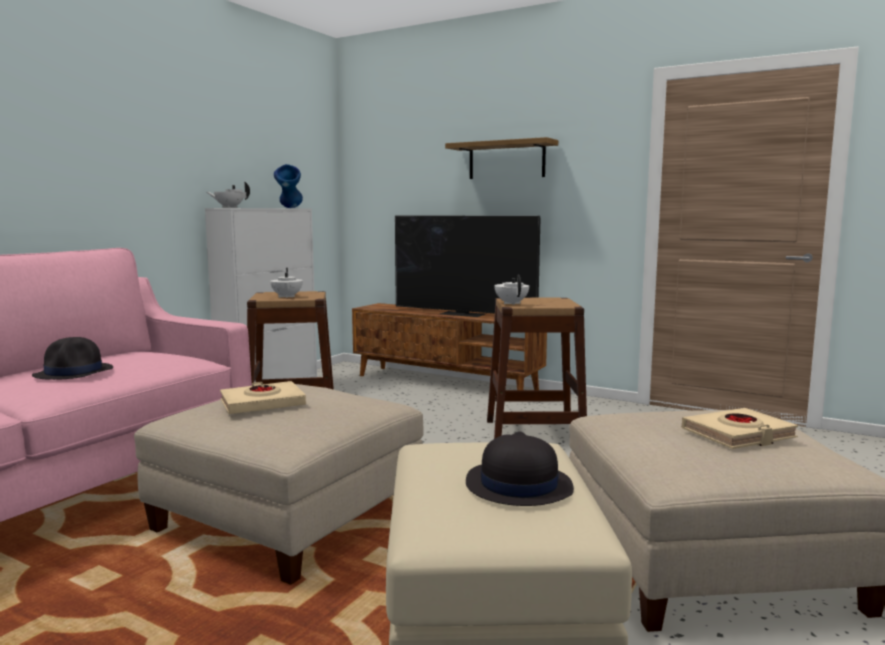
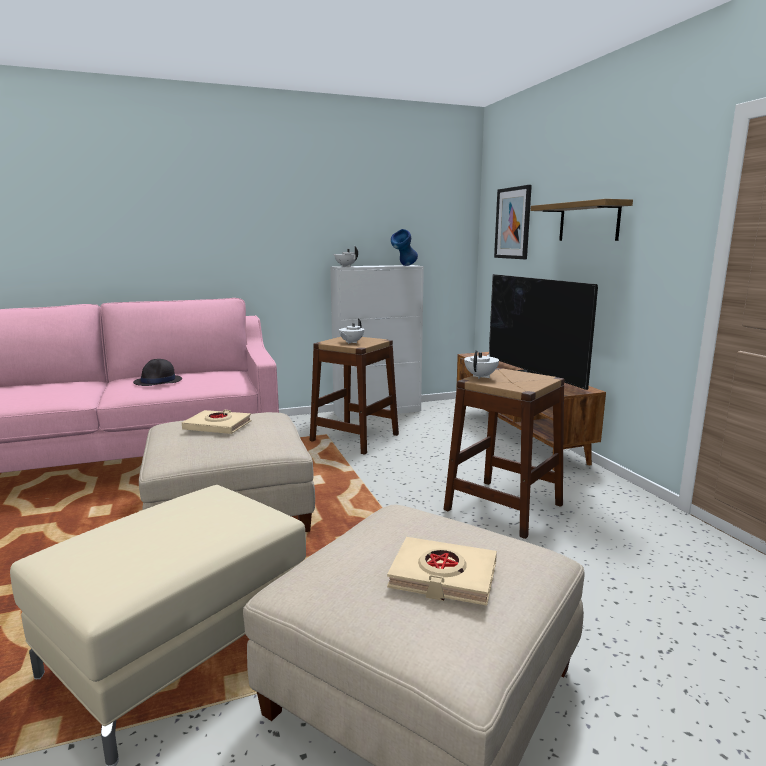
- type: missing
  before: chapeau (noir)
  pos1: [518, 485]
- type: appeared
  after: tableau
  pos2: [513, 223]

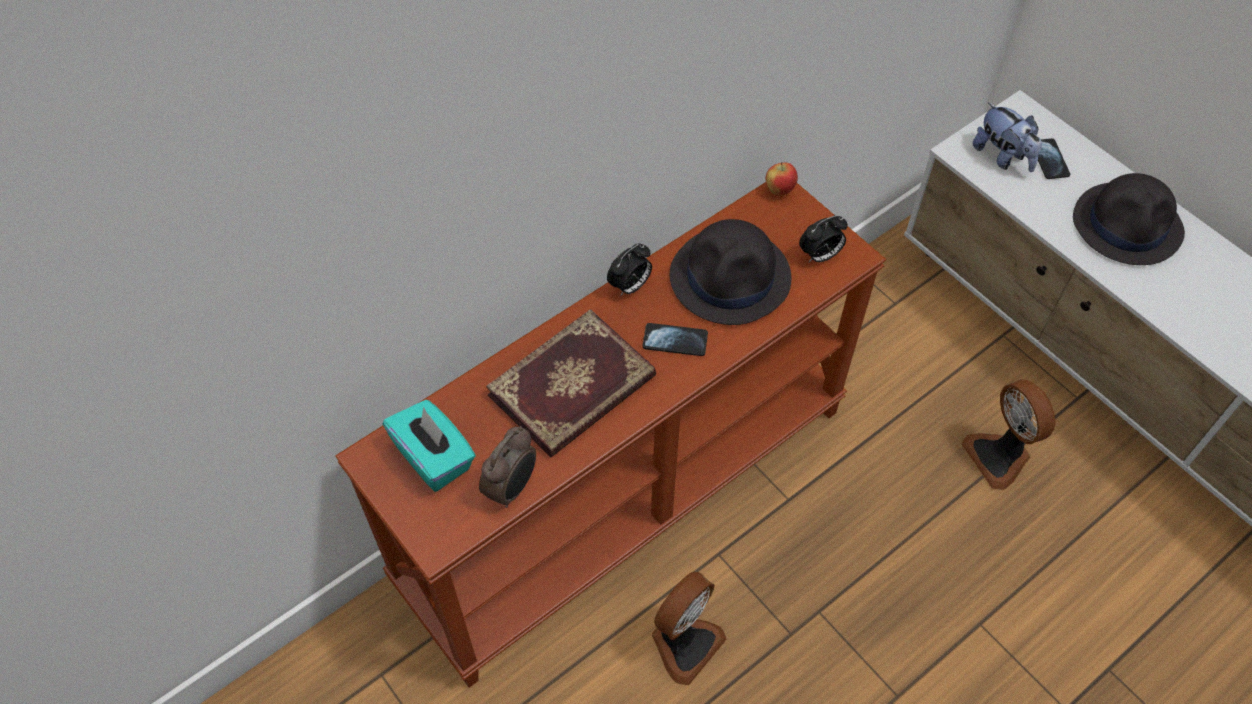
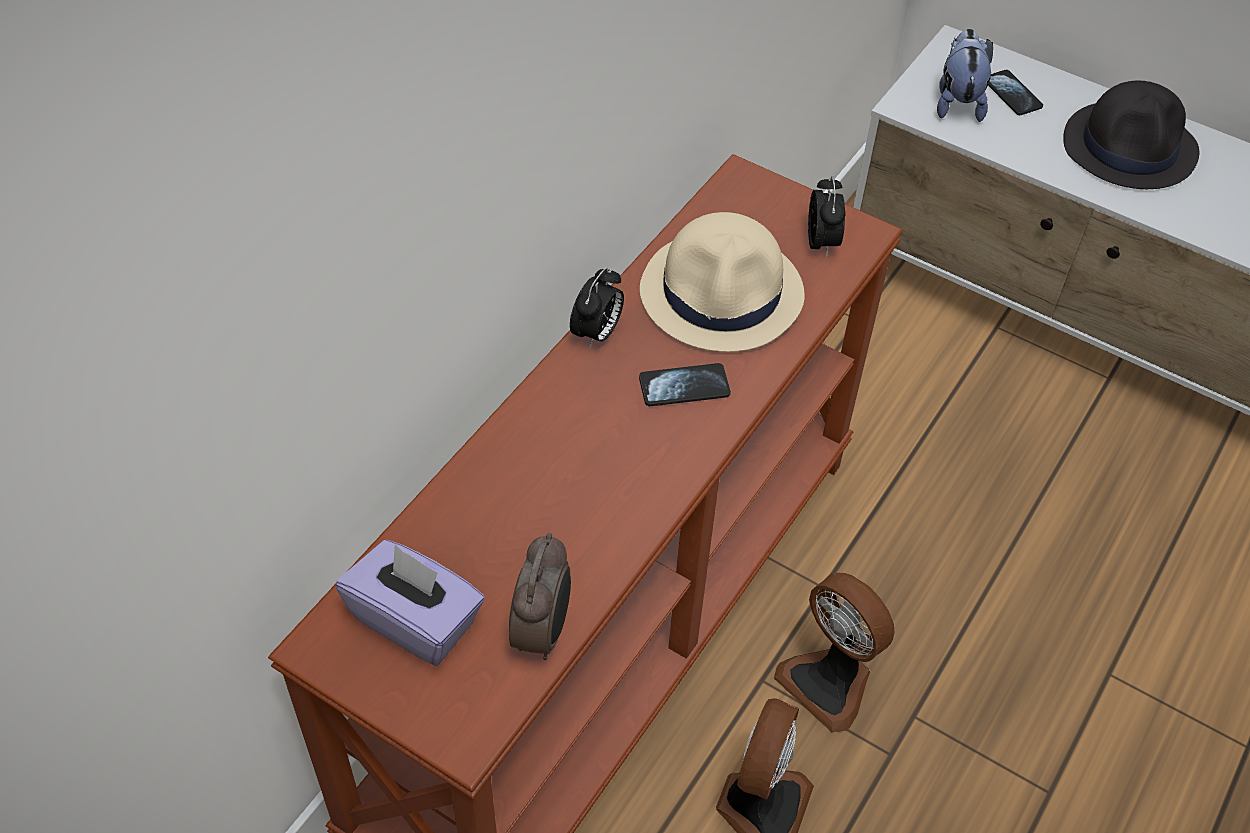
- type: missing
  before: livre
  pos1: [573, 388]
- type: missing
  before: pomme
  pos1: [779, 190]
- type: relocated
  before: ventilateur
  pos1: [999, 456]
  pos2: [829, 682]
- type: colour
  before: boîte à mouchoirs (turquoise)
  after: boîte à mouchoirs (violet)
  pos1: [434, 457]
  pos2: [416, 620]
- type: colour
  before: chapeau (noir)
  after: chapeau (beige)
  pos1: [731, 277]
  pos2: [723, 293]
- type: spun
  before: réveil
  pos1: [820, 256]
  pos2: [822, 243]
  turn: -45
- type: spun
  before: peluche
  pos1: [1002, 156]
  pos2: [958, 101]
  turn: -120

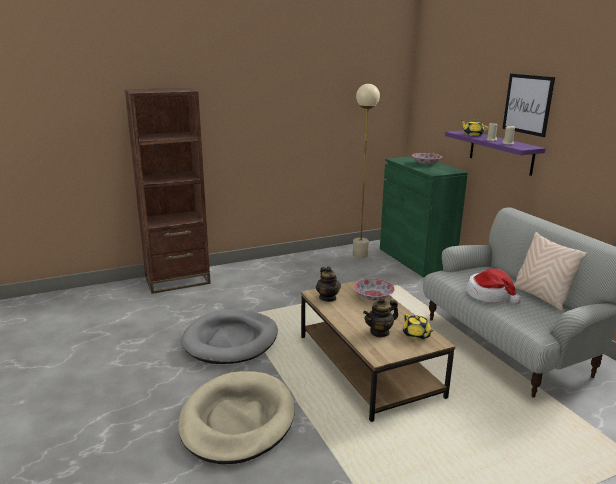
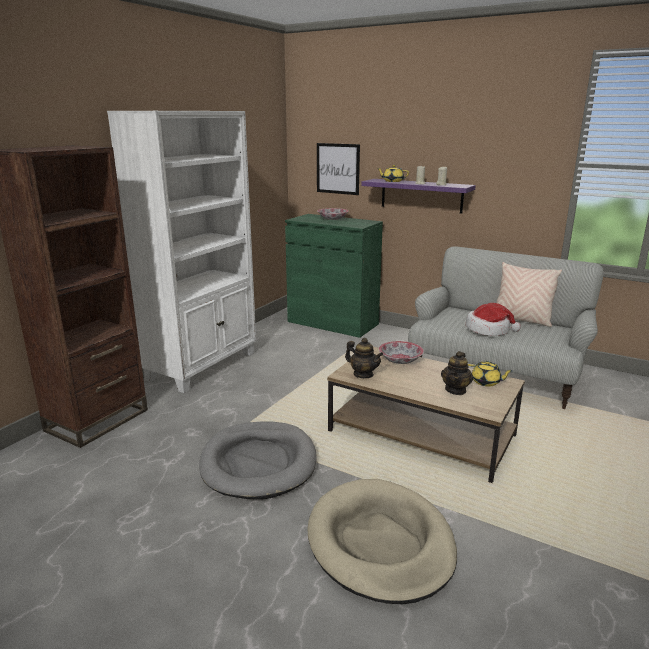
- type: missing
  before: lampadaire (beige)
  pos1: [360, 255]
- type: appeared
  after: bibliothèque (blanc)
  pos2: [203, 366]
- type: relocated
  before: tableau
  pos1: [527, 104]
  pos2: [338, 168]

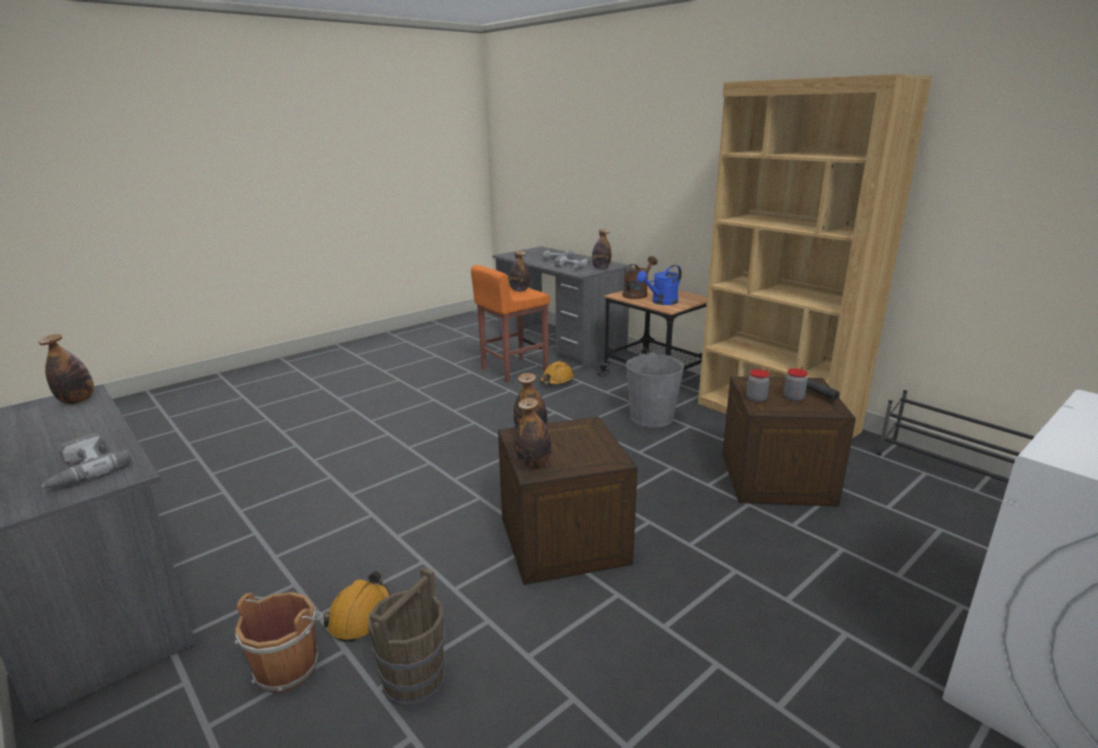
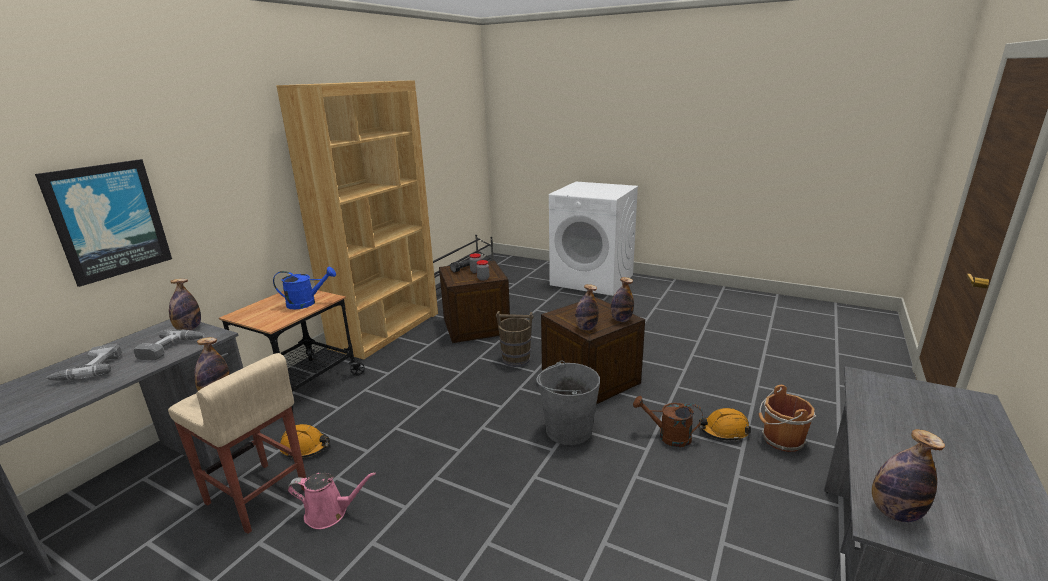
- type: missing
  before: perceuse
  pos1: [80, 470]
- type: appeared
  after: tableau
  pos2: [109, 220]
- type: appeared
  after: arrosoir (rose)
  pos2: [330, 513]
- type: relocated
  before: seau (marron)
  pos1: [413, 681]
  pos2: [516, 359]
- type: relocated
  before: arrosoir (marron)
  pos1: [637, 294]
  pos2: [668, 436]
- type: relocated
  before: seau (gris)
  pos1: [652, 417]
  pos2: [568, 430]
- type: colour
  before: tabouret (orange)
  after: tabouret (beige)
  pos1: [513, 370]
  pos2: [257, 497]
- type: spun
  before: arrosoir (bleu)
  pos1: [661, 302]
  pos2: [306, 303]
  turn: -45

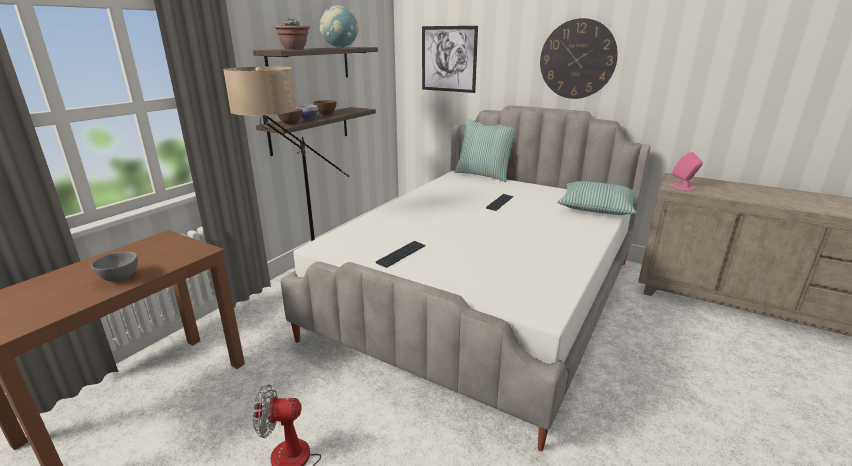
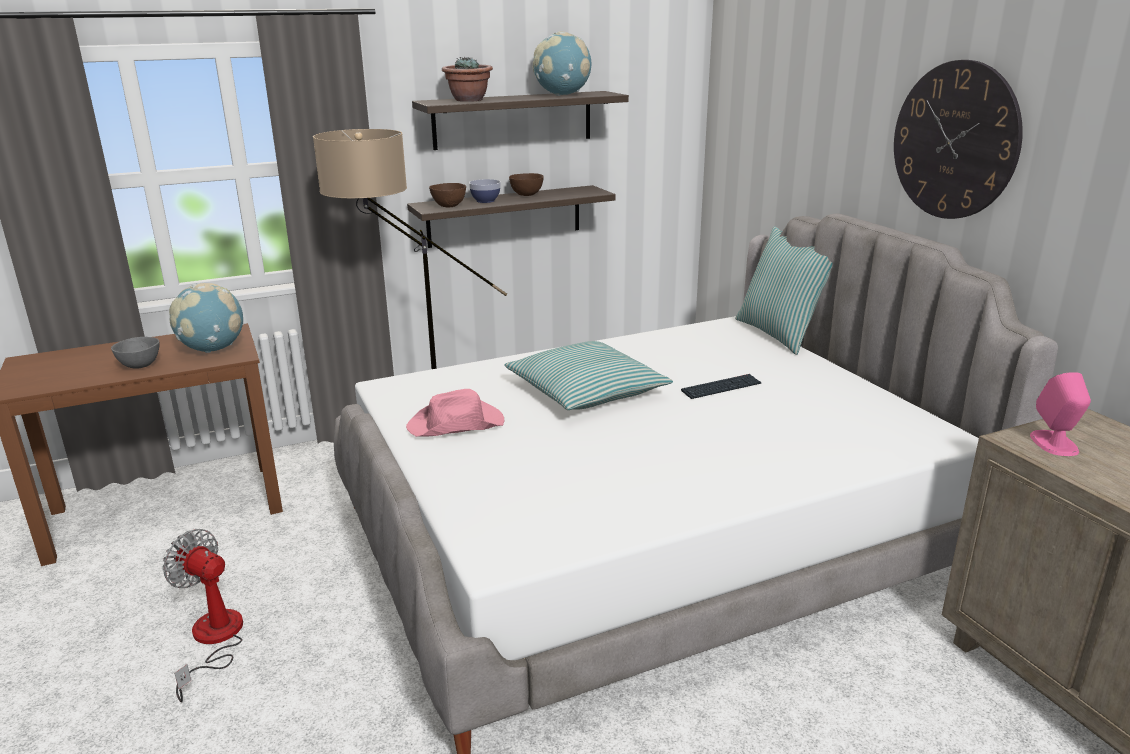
- type: missing
  before: tableau
  pos1: [448, 59]
- type: appeared
  after: globe
  pos2: [213, 349]
- type: relocated
  before: coussin
  pos1: [596, 207]
  pos2: [586, 391]
- type: exchanged
  before: clavier
  after: chapeau (rose)
  pos1: [401, 254]
  pos2: [457, 425]

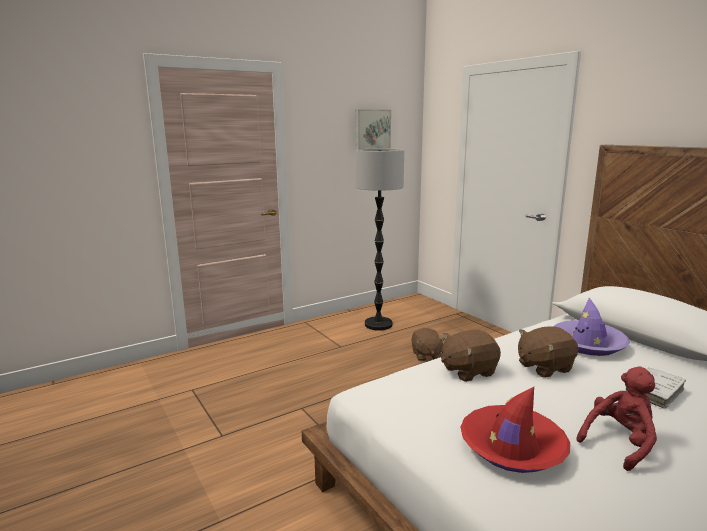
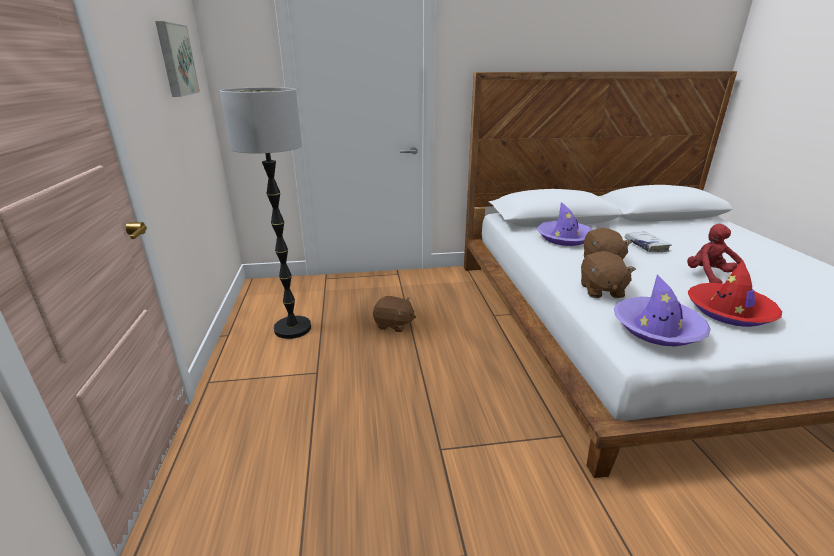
- type: appeared
  after: chapeau (violet)
  pos2: [657, 328]

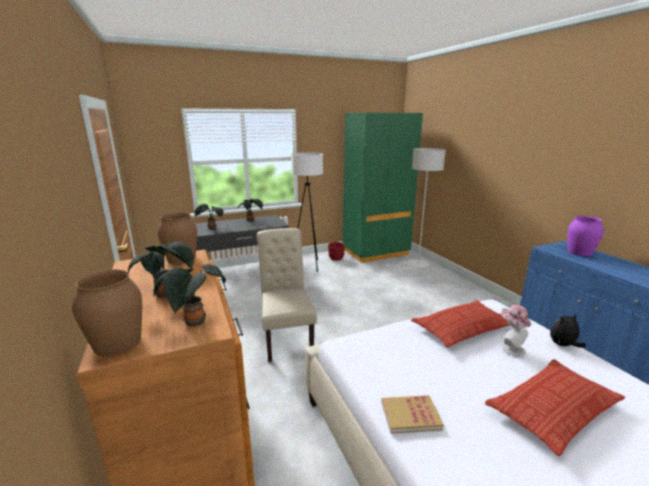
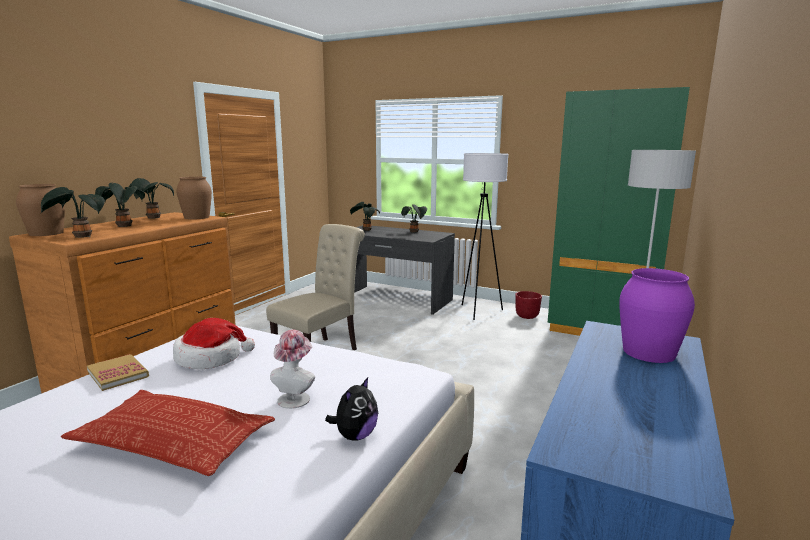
- type: missing
  before: coussin
  pos1: [462, 328]
- type: appeared
  after: plante en pot
  pos2: [153, 218]
- type: appeared
  after: chapeau
  pos2: [211, 358]
- type: spun
  before: peluche
  pos1: [563, 345]
  pos2: [355, 436]
  turn: 90

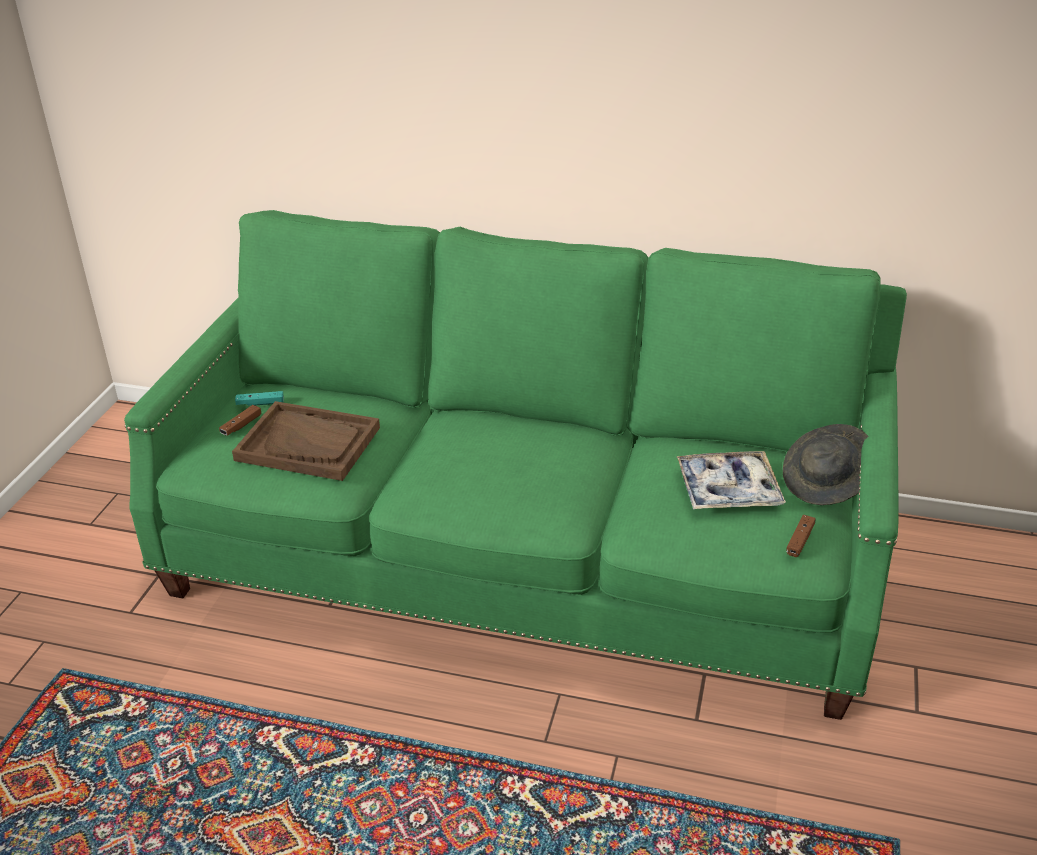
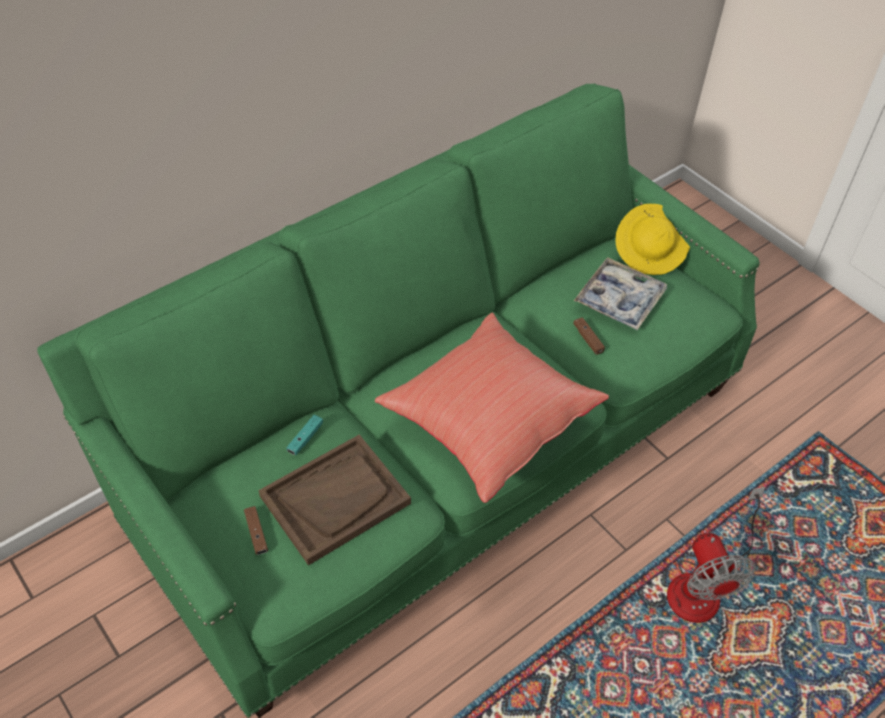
- type: appeared
  after: coussin (rouge)
  pos2: [487, 421]
- type: appeared
  after: ventilateur
  pos2: [703, 584]
- type: relocated
  before: manette (turquoise)
  pos1: [260, 403]
  pos2: [305, 438]
- type: relocated
  before: manette (marron)
  pos1: [800, 540]
  pos2: [588, 339]
- type: colour
  before: chapeau (gris)
  after: chapeau (jaune)
  pos1: [826, 483]
  pos2: [650, 252]

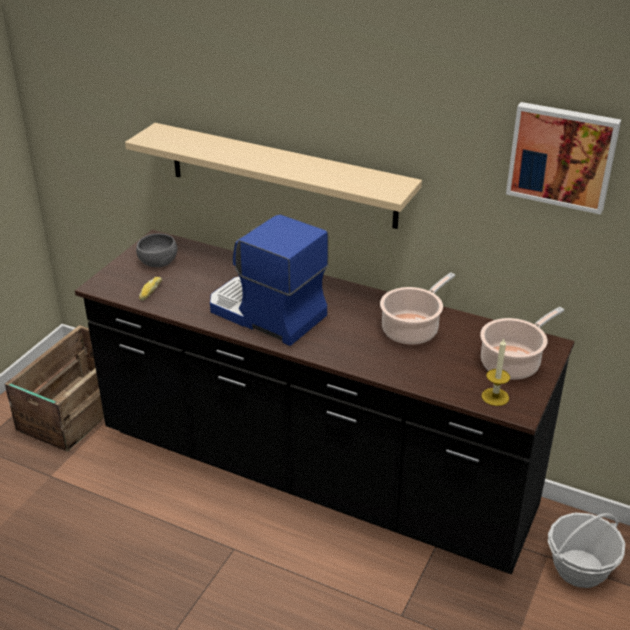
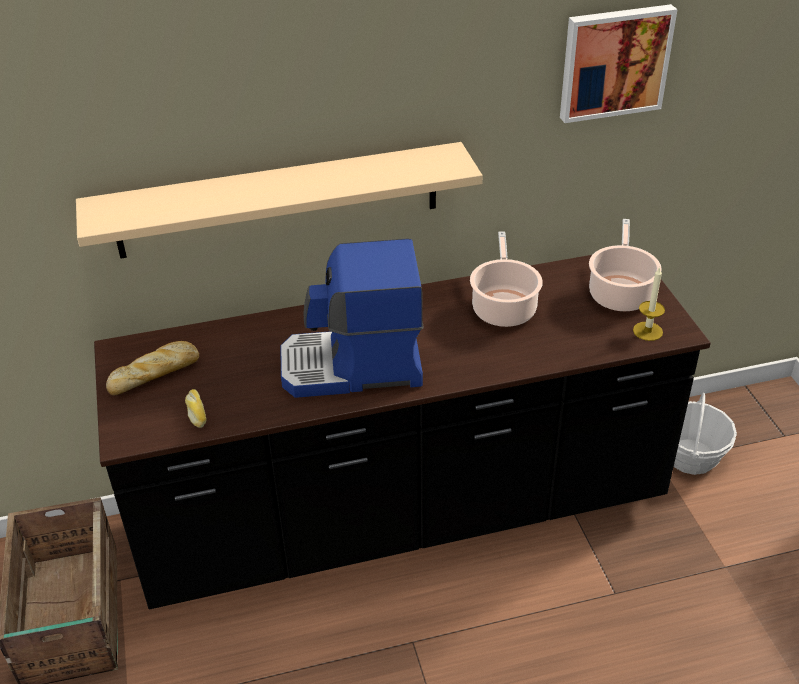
- type: exchanged
  before: bol (gris)
  after: pain
  pos1: [158, 261]
  pos2: [156, 373]

